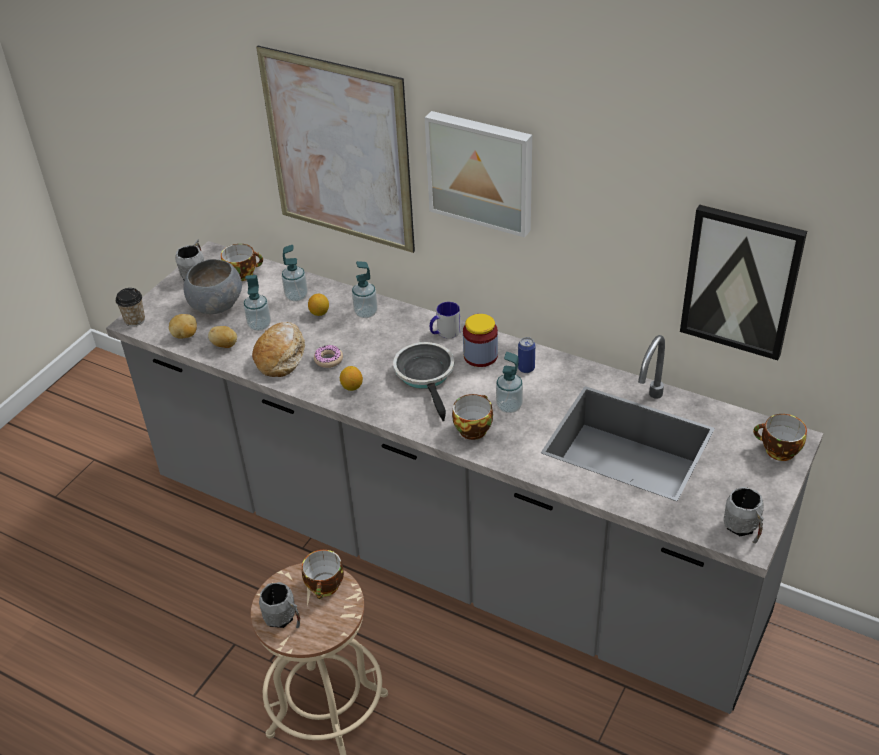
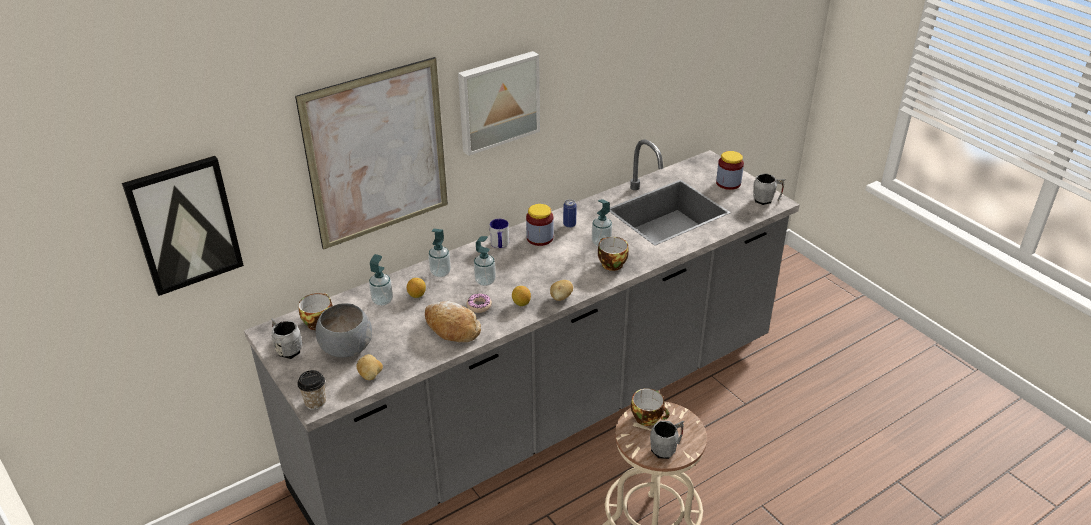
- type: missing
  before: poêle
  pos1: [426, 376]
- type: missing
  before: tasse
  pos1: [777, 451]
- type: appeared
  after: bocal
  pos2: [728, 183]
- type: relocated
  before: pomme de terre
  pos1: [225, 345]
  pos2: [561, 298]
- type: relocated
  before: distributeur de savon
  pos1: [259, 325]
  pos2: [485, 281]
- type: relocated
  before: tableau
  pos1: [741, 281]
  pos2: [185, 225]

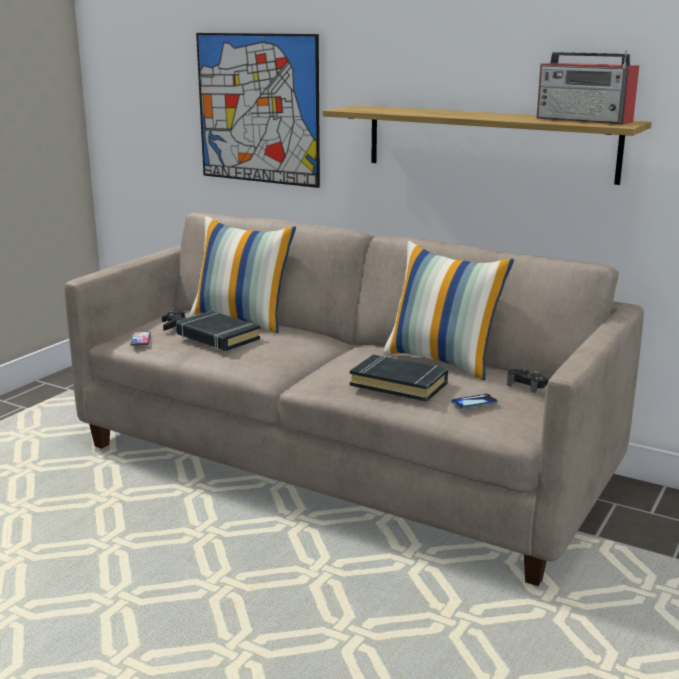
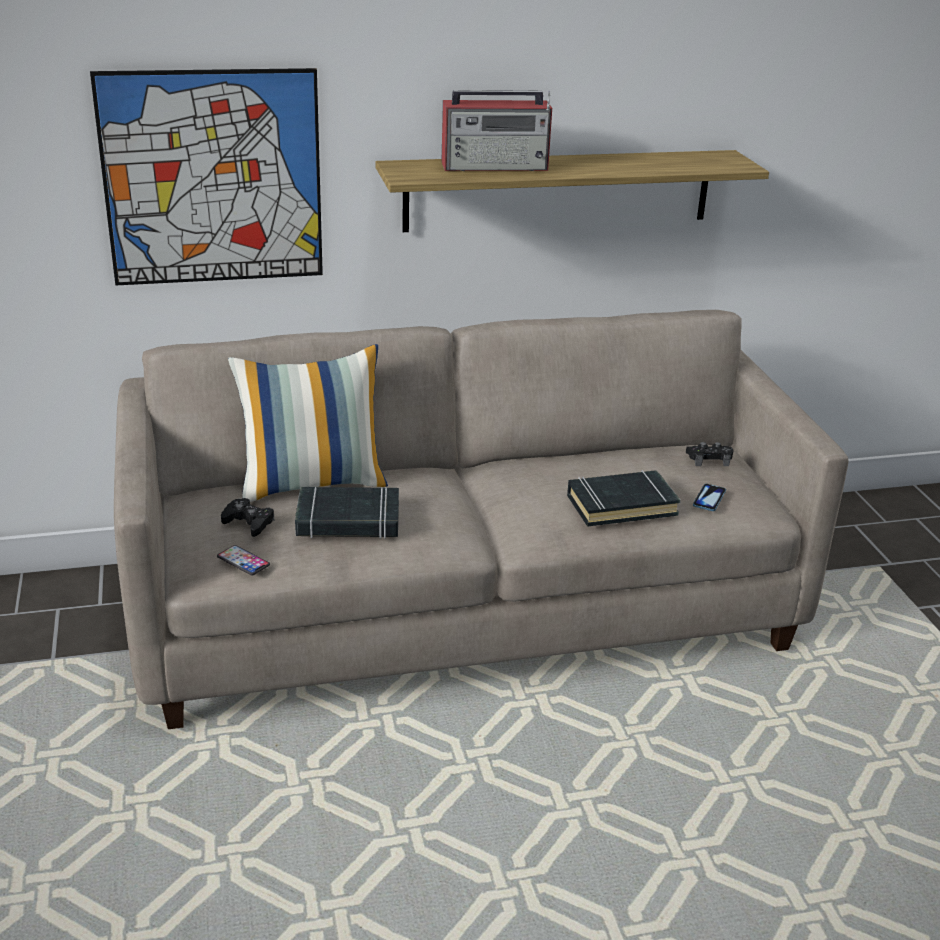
- type: missing
  before: coussin
  pos1: [443, 360]
- type: relocated
  before: radio
  pos1: [585, 120]
  pos2: [496, 166]

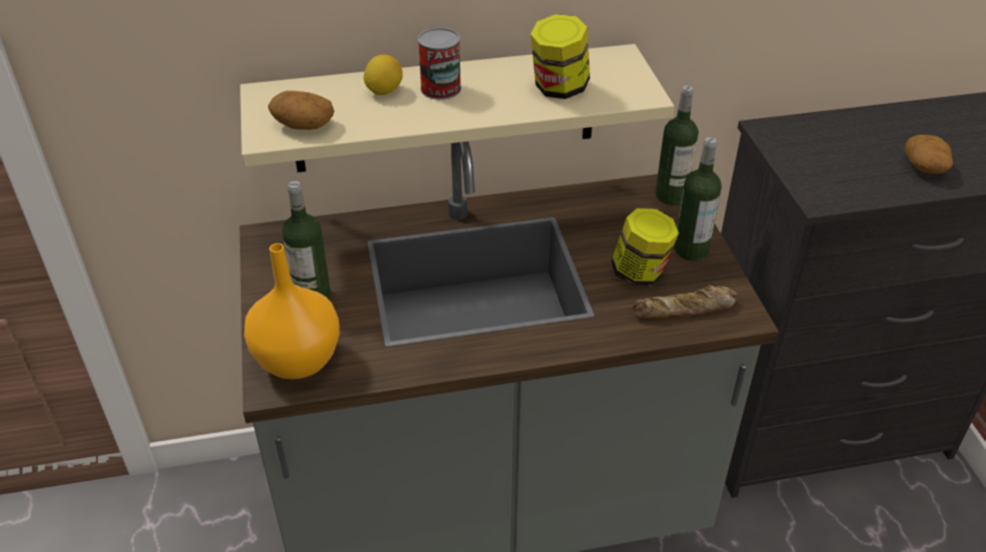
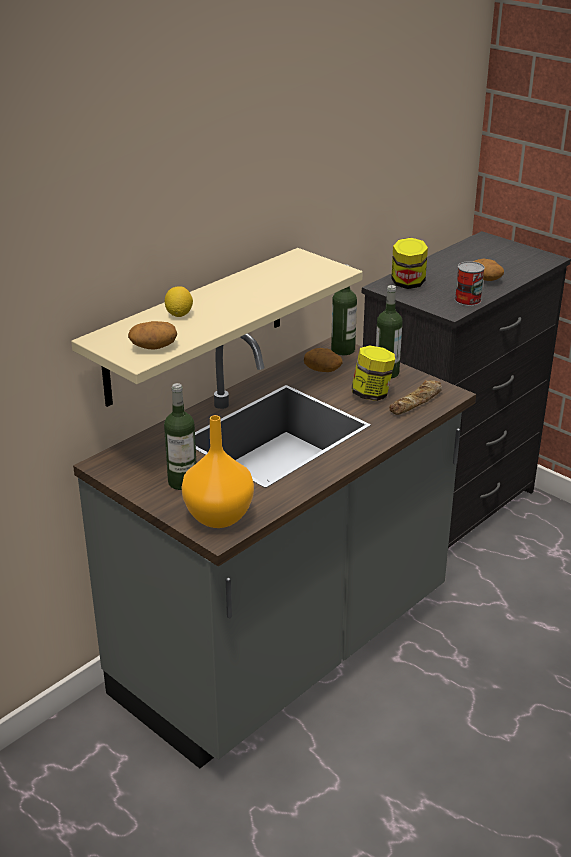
- type: appeared
  after: pomme de terre
  pos2: [323, 370]
- type: relocated
  before: boîte métallique
  pos1: [440, 89]
  pos2: [467, 300]
- type: relocated
  before: bocal
  pos1: [559, 88]
  pos2: [408, 284]

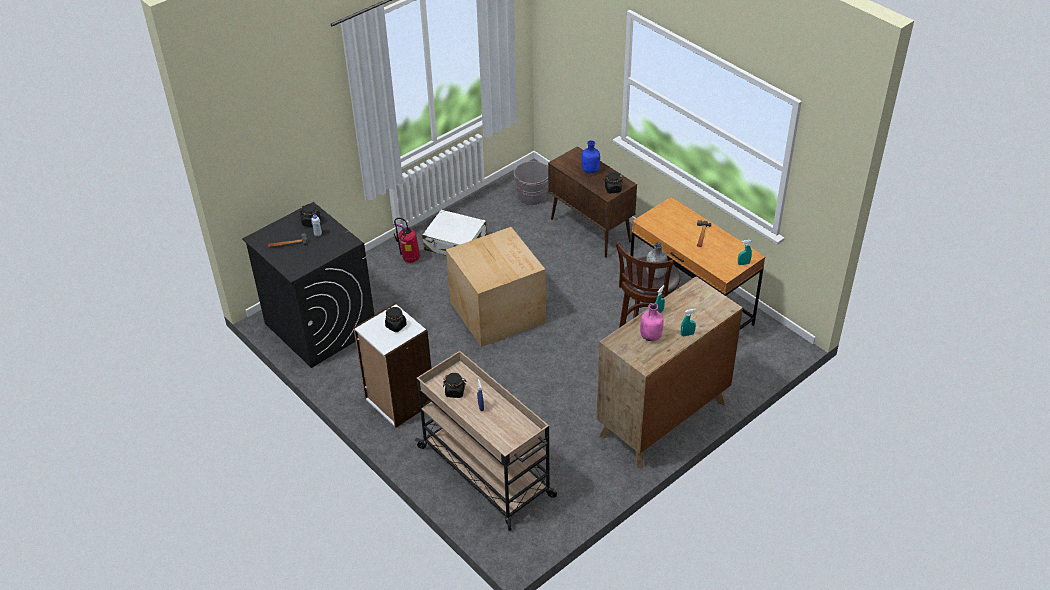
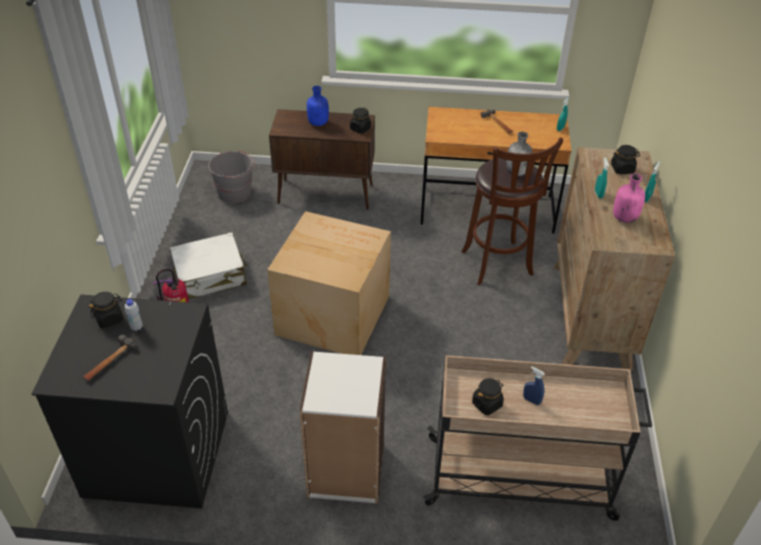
- type: relocated
  before: bocal (noir)
  pos1: [396, 326]
  pos2: [622, 169]

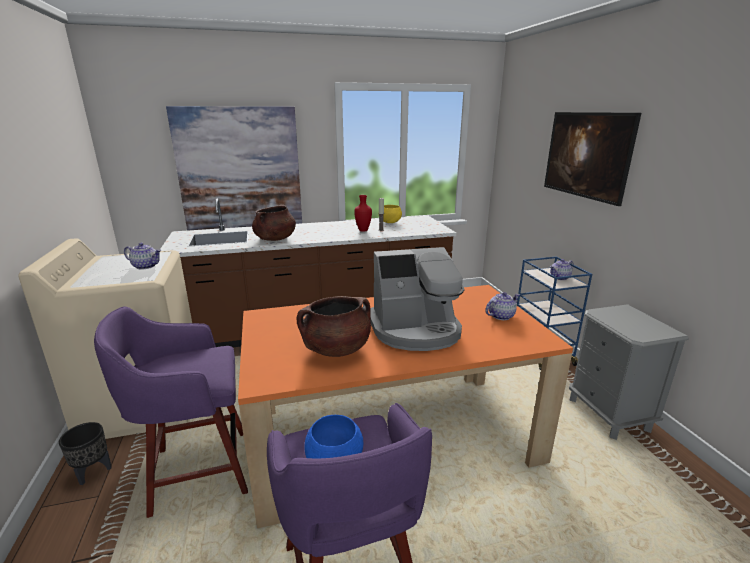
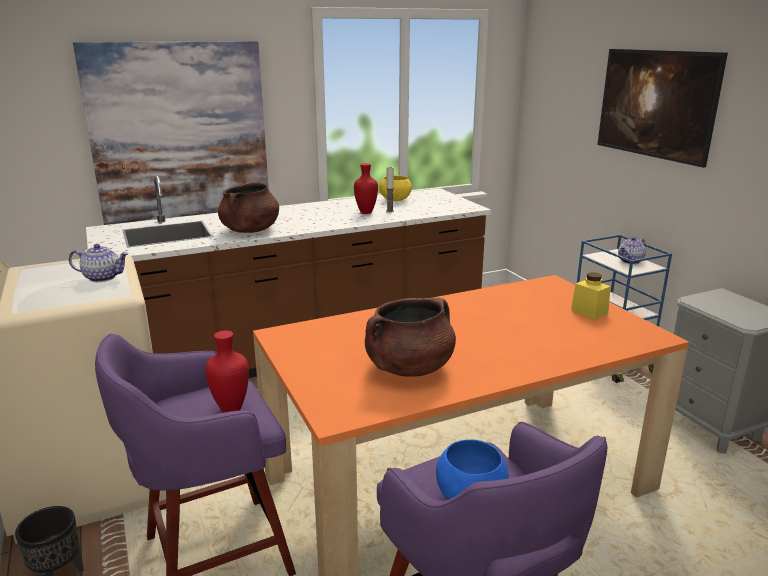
- type: missing
  before: machine à café
  pos1: [415, 330]
- type: appeared
  after: vase (rouge)
  pos2: [231, 408]
- type: exchanged
  before: théière
  after: bocal (jaune)
  pos1: [501, 316]
  pos2: [589, 311]

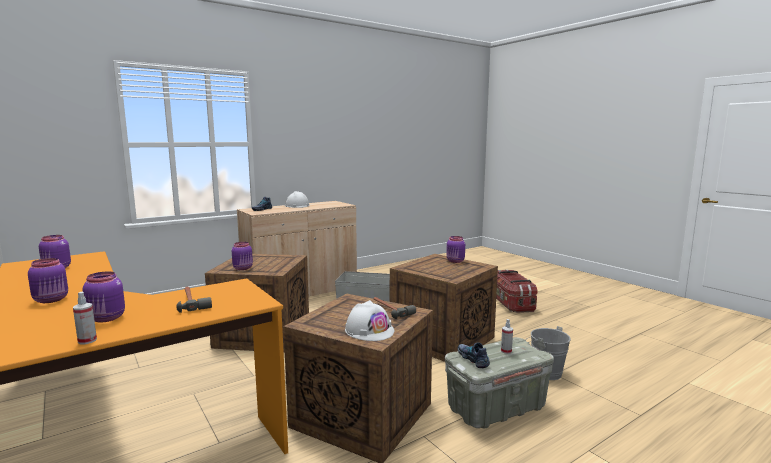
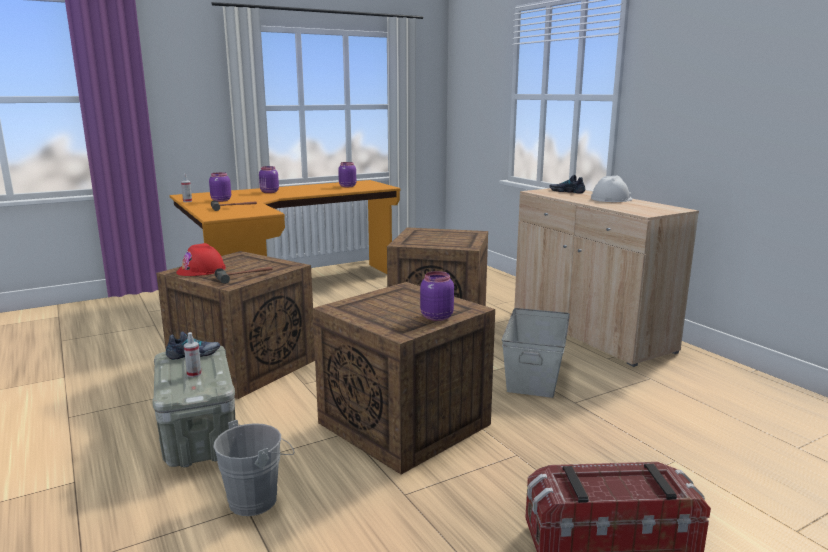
- type: missing
  before: bocal (violet)
  pos1: [243, 268]
- type: colour
  before: casque de chantier (blanc)
  after: casque de chantier (rouge)
  pos1: [369, 330]
  pos2: [201, 270]

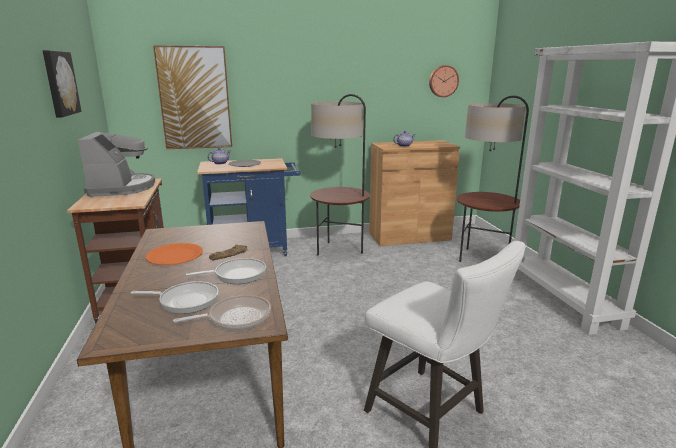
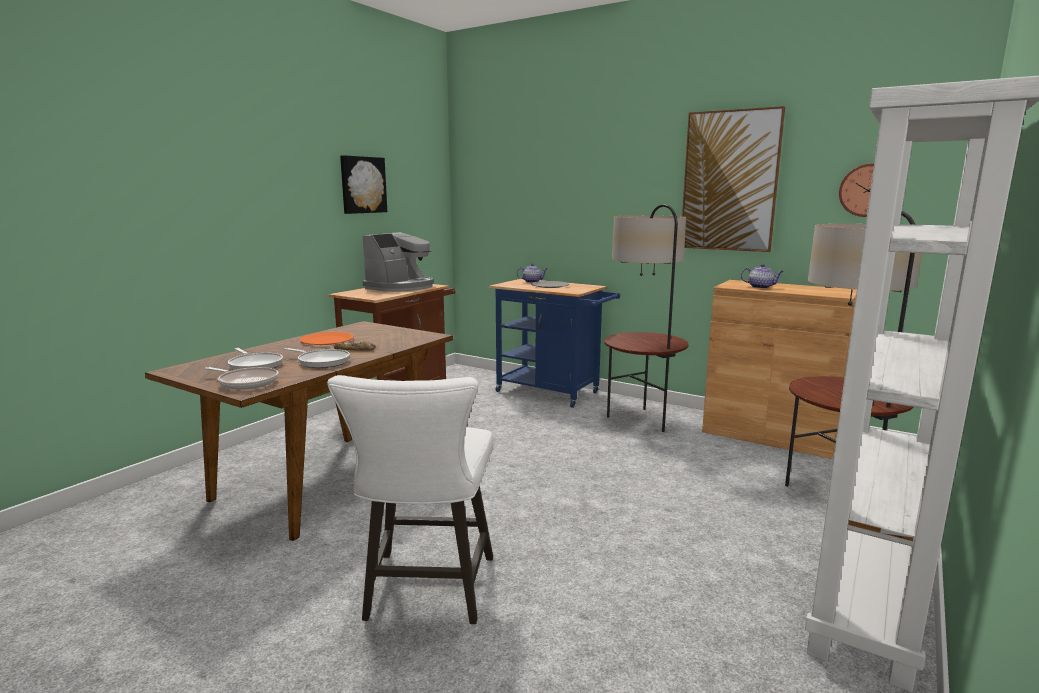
- type: relocated
  before: tableau
  pos1: [195, 98]
  pos2: [730, 181]

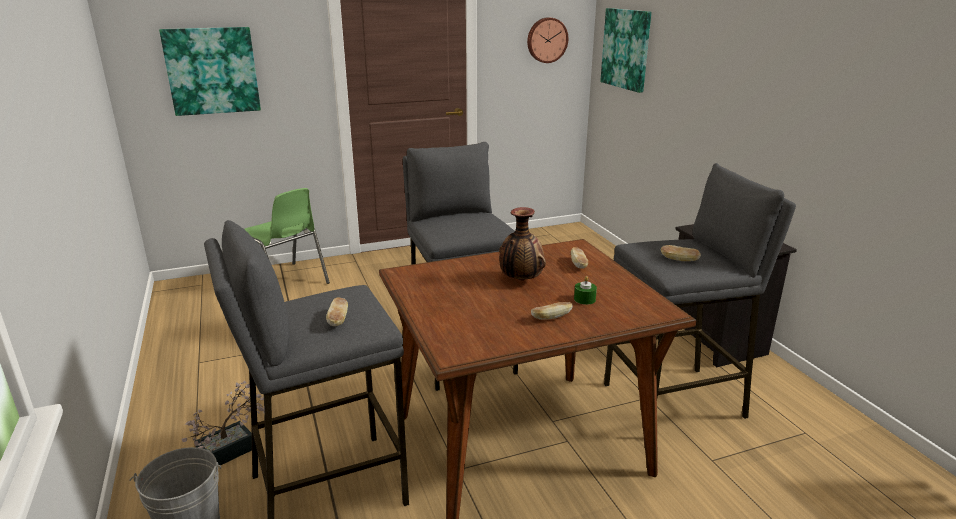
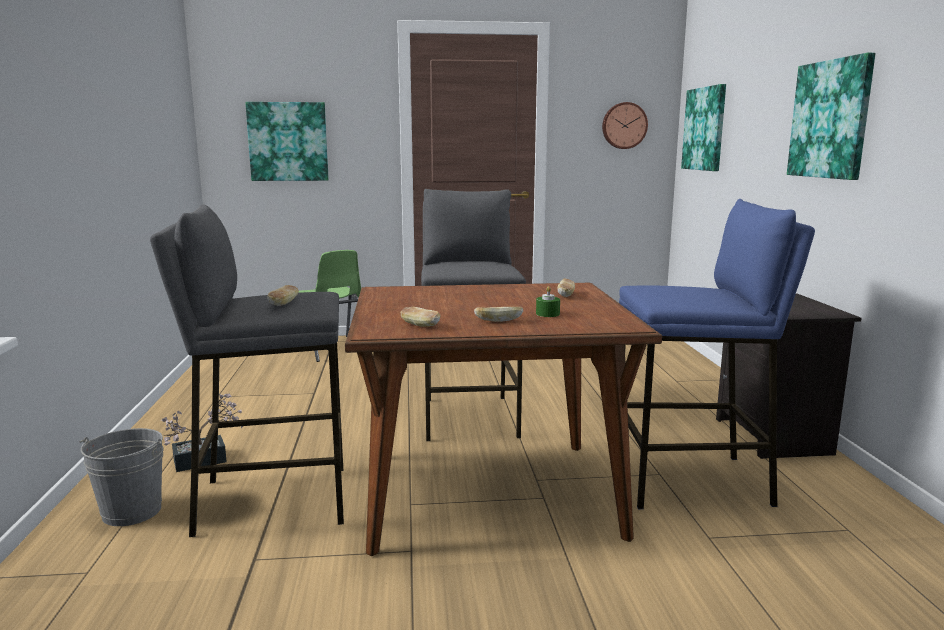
- type: missing
  before: vase
  pos1: [520, 280]
- type: appeared
  after: tableau
  pos2: [831, 119]
- type: relocated
  before: pain
  pos1: [679, 260]
  pos2: [420, 326]
- type: colour
  before: tabouret (gris)
  after: tabouret (bleu)
  pos1: [674, 401]
  pos2: [690, 481]

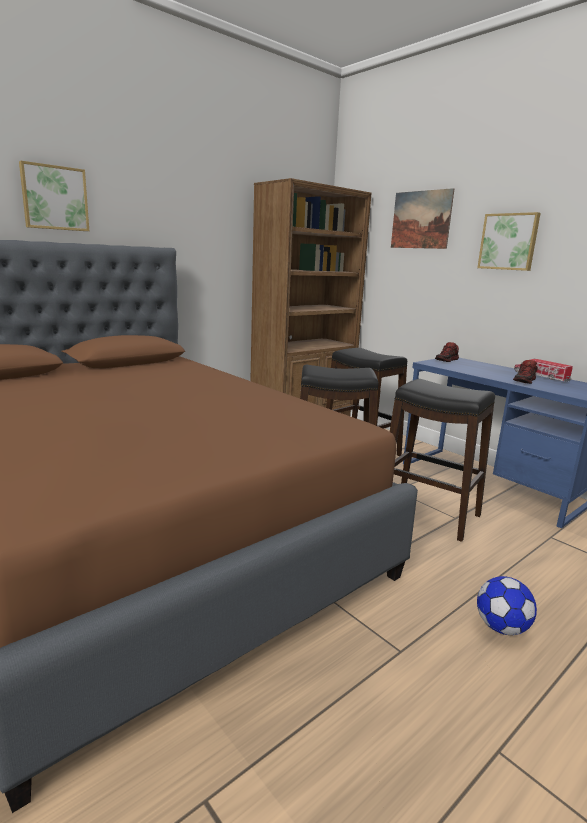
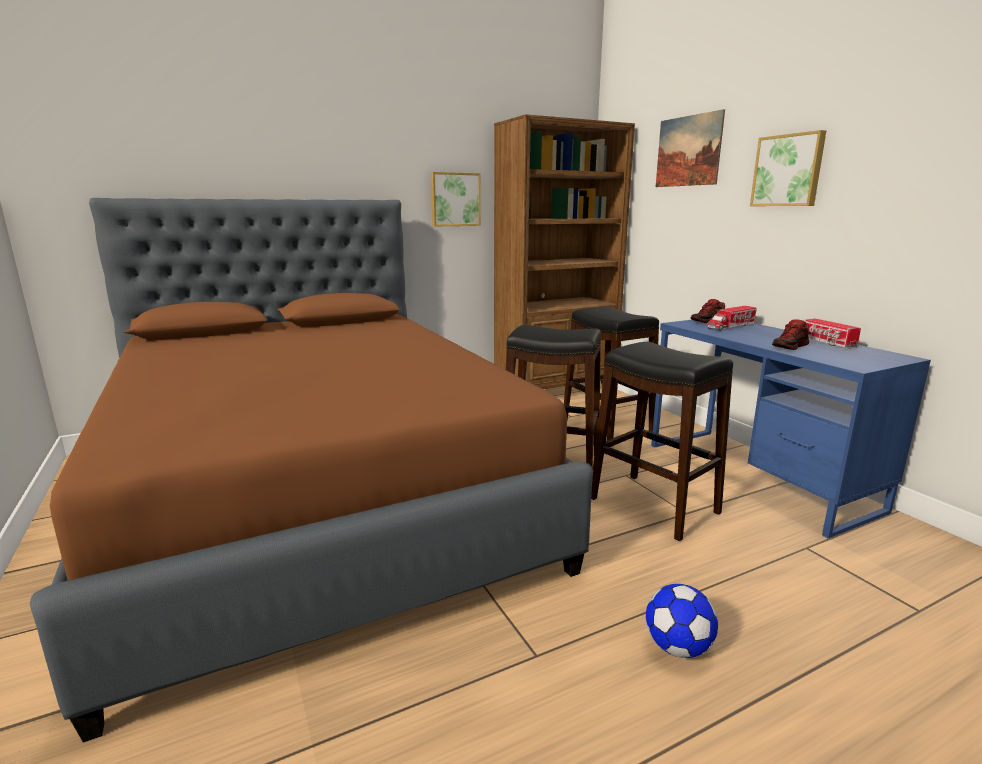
- type: appeared
  after: camion jouet
  pos2: [730, 326]
- type: relocated
  before: tableau
  pos1: [54, 198]
  pos2: [455, 199]

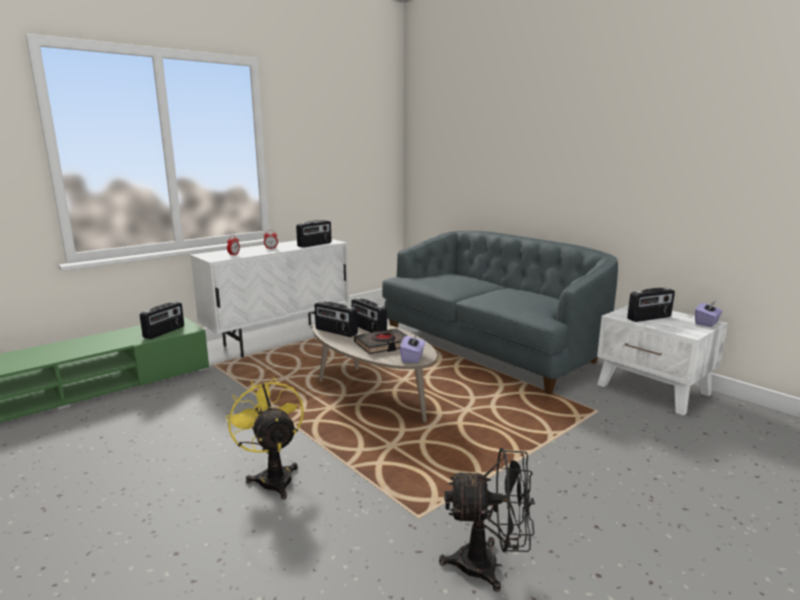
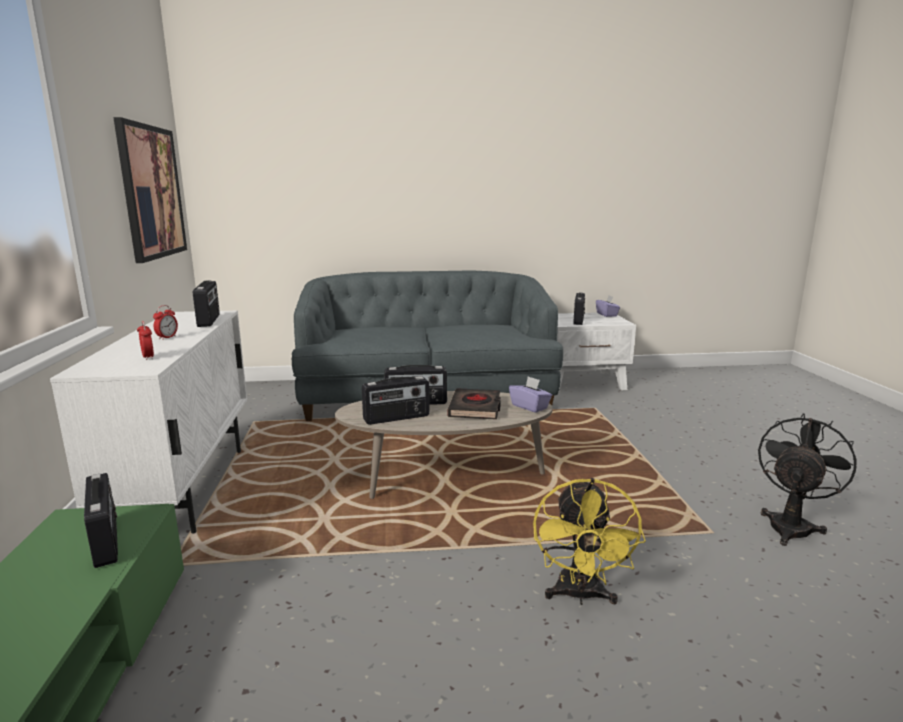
- type: appeared
  after: tableau
  pos2: [151, 192]
- type: spun
  before: ventilateur (jaune)
  pos1: [273, 477]
  pos2: [580, 596]
  turn: -90

